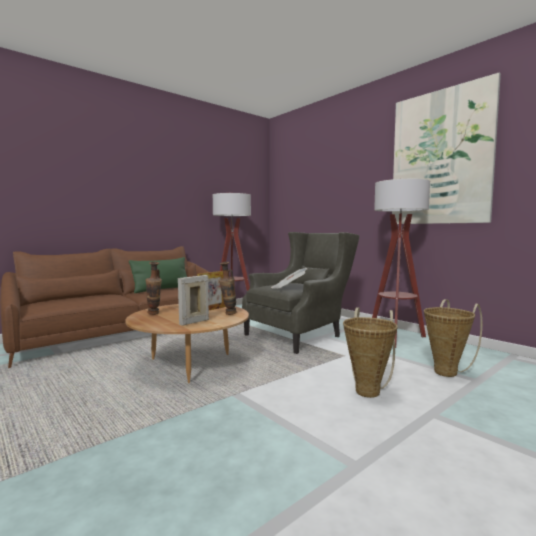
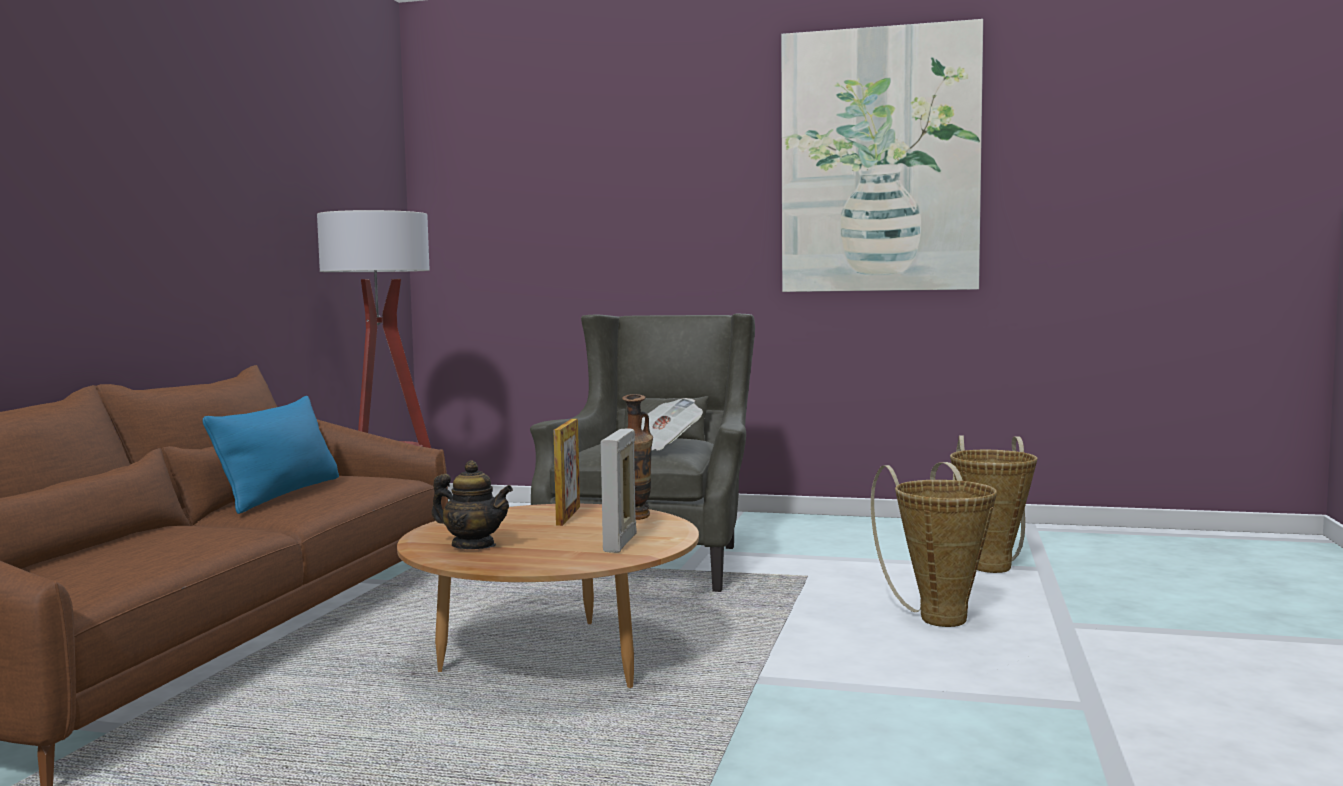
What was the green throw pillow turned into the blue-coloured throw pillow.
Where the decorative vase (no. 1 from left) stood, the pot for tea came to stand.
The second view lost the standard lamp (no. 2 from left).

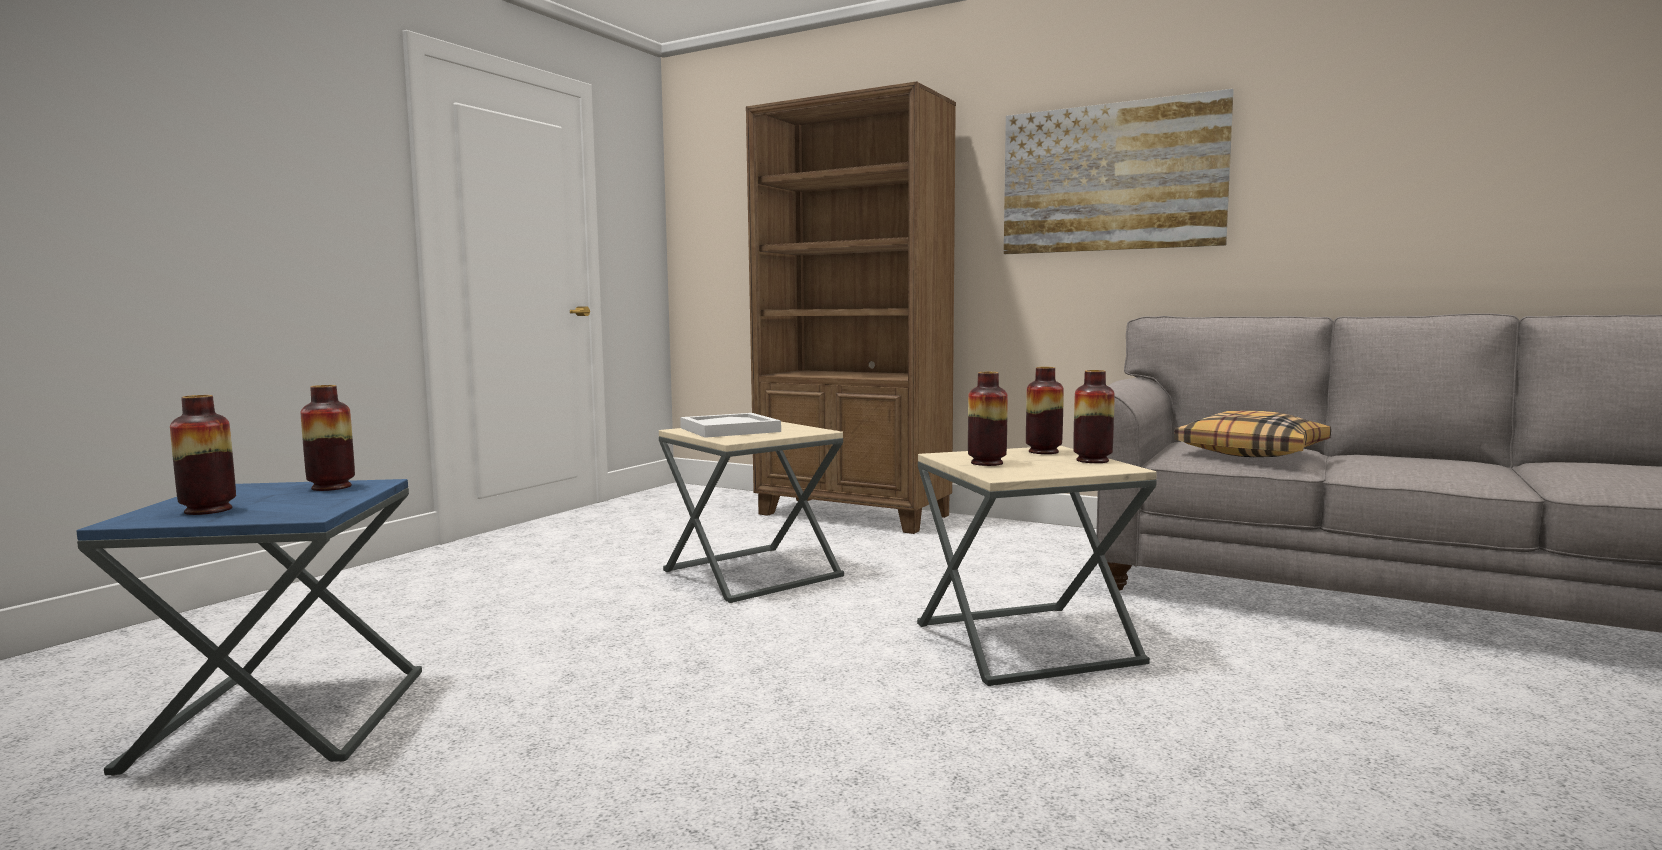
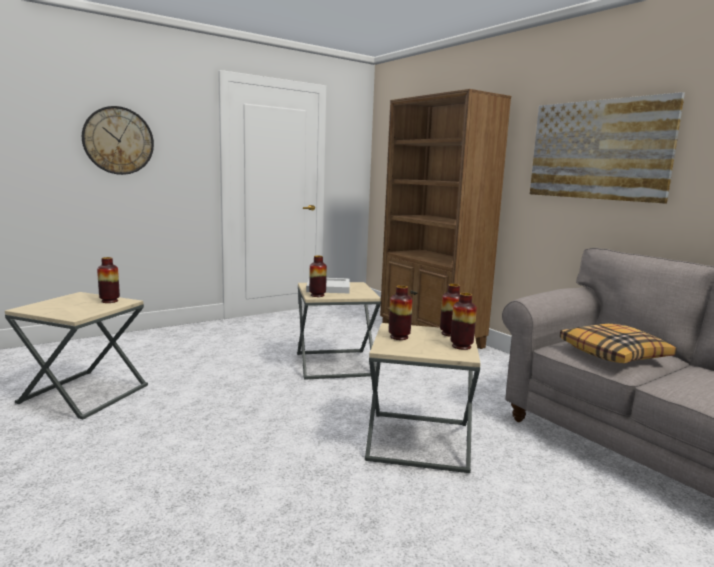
What was the blue-coloured end table turned into the beige-coloured end table (no. 1 from left).
The second view gained the wall clock.
The decorative vase (no. 1 from left in the first image) ended up elsewhere.

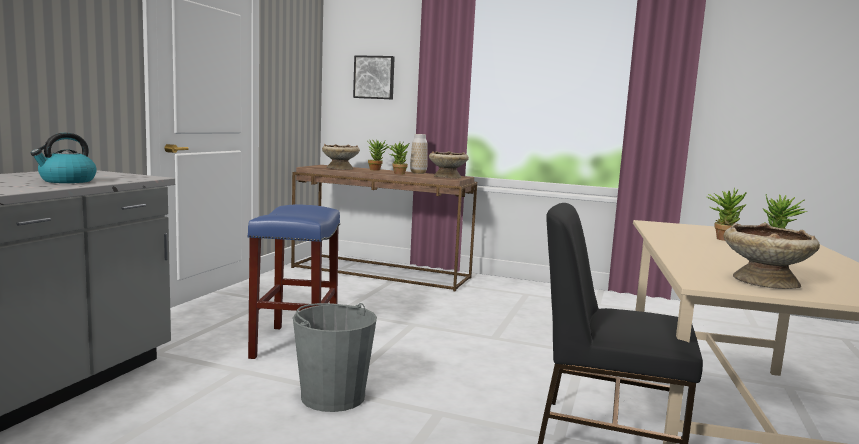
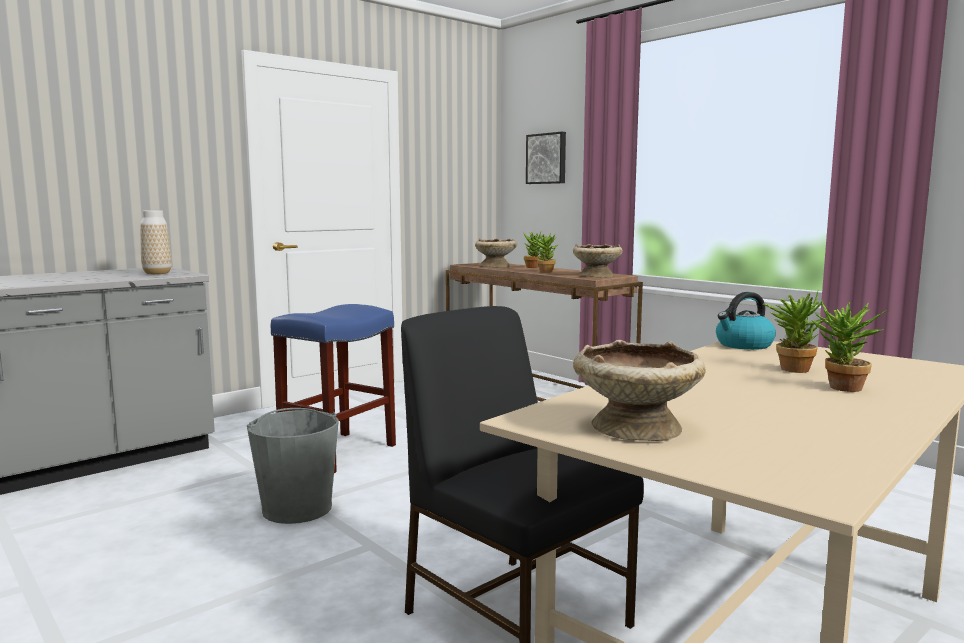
The decorative vase ended up elsewhere.
The kettle ended up elsewhere.

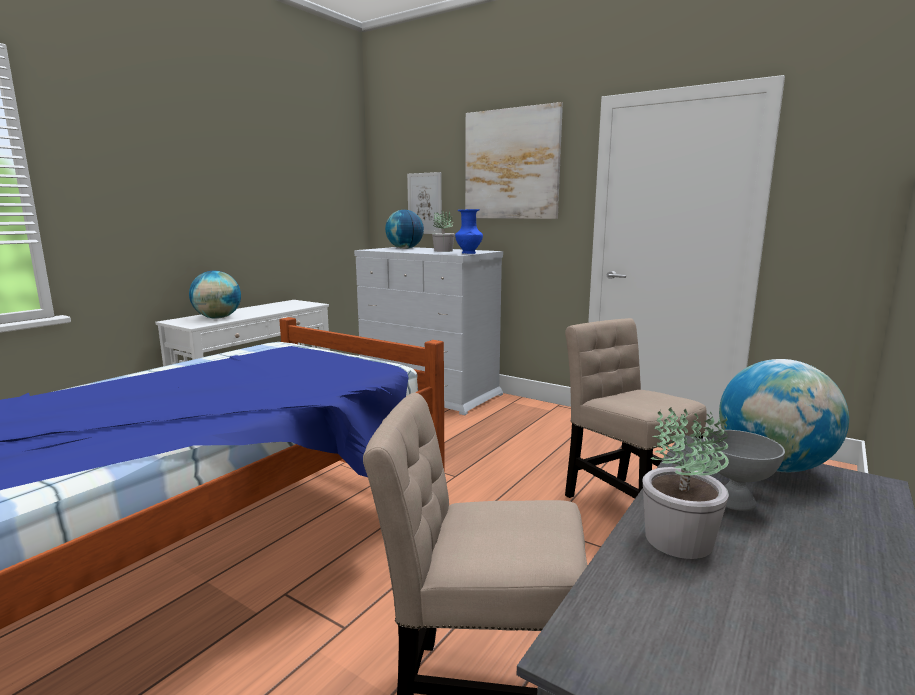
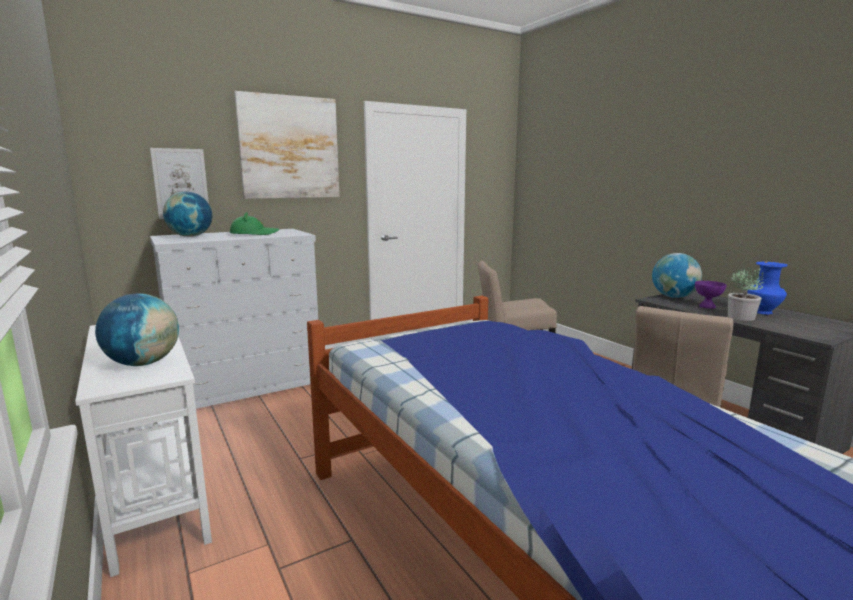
Where the plant in a pot (no. 1 from left) stood, the green hat came to stand.
What was the gray bowl turned into the purplish bowl.
The blue-coloured decorative vase ended up elsewhere.

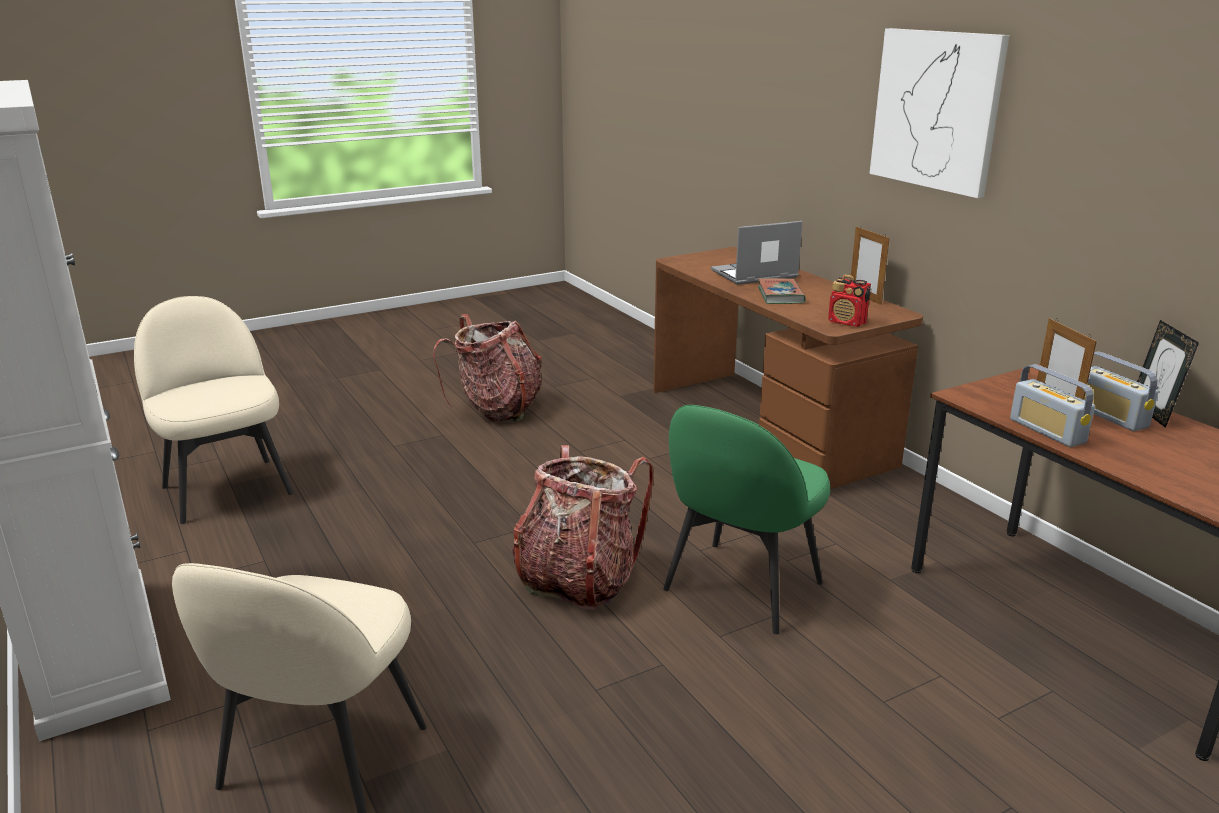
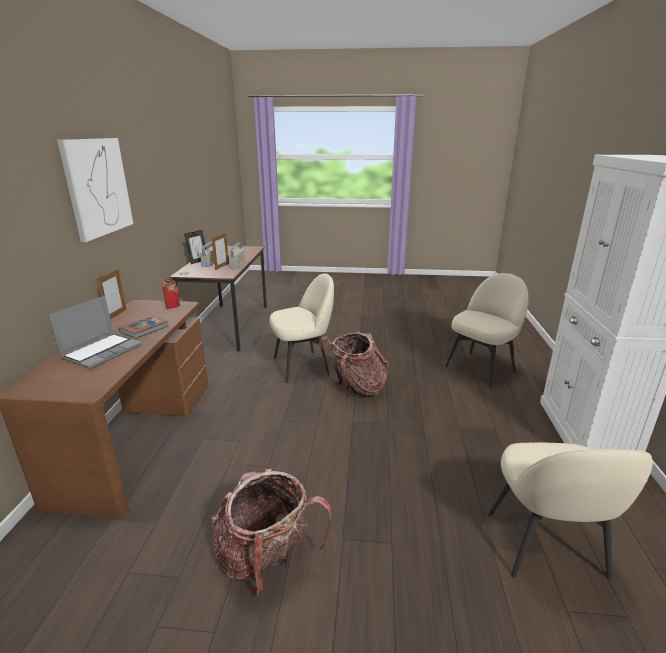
The portable computer ended up facing another way, 75 degrees counterclockwise from before.
What was the green chair turned into the beige-coloured chair (no. 1 from left).

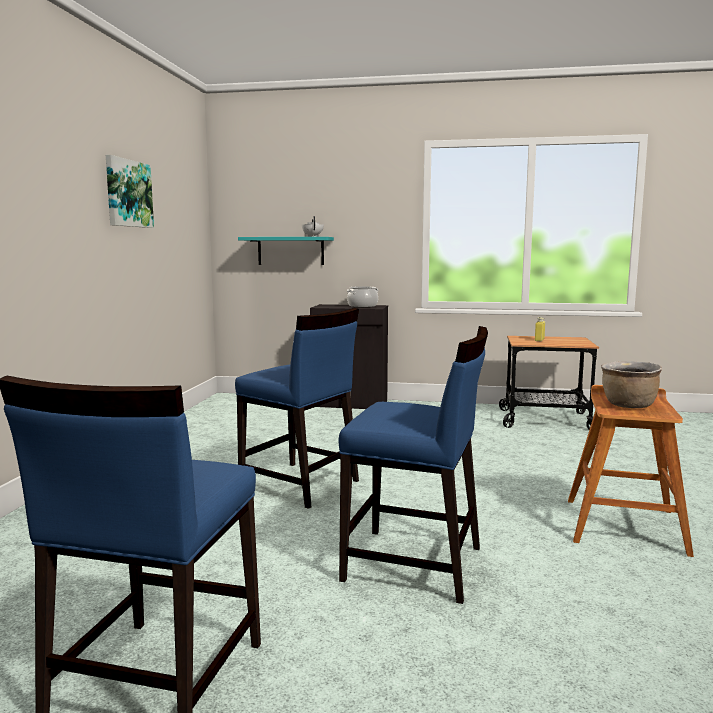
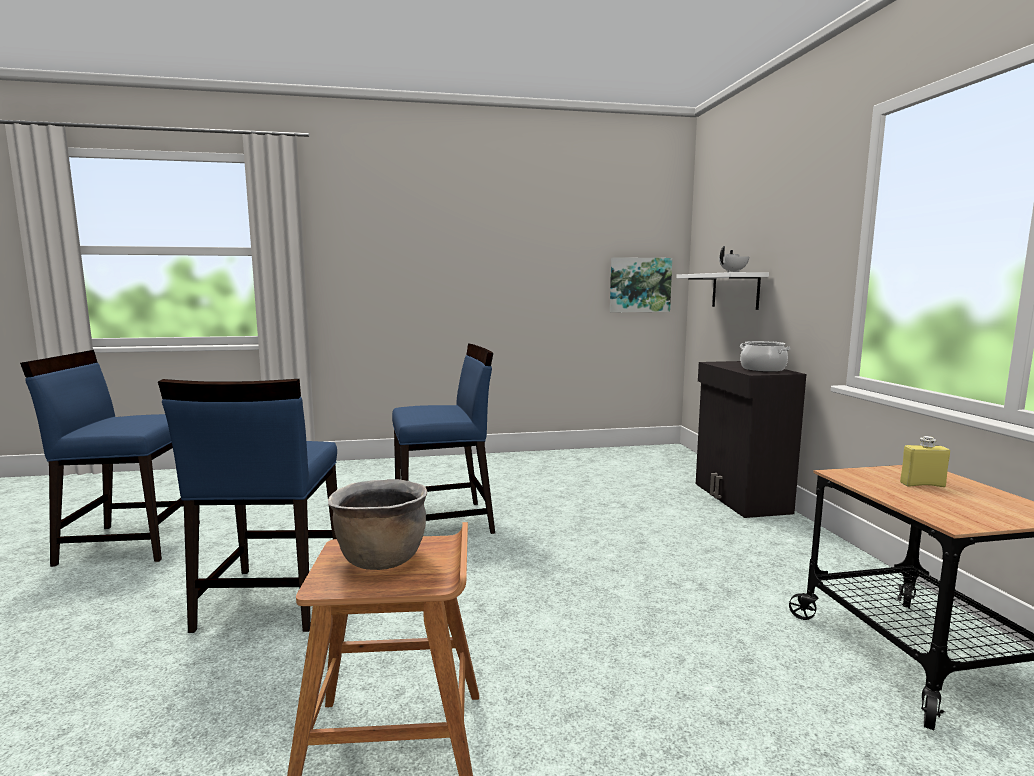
The blue-coloured chair (no. 2 from left in the first image) ended up facing another way, 120 degrees counterclockwise from before.
The picture ended up elsewhere.
What was the turquoise bracket shelf turned into the white bracket shelf.

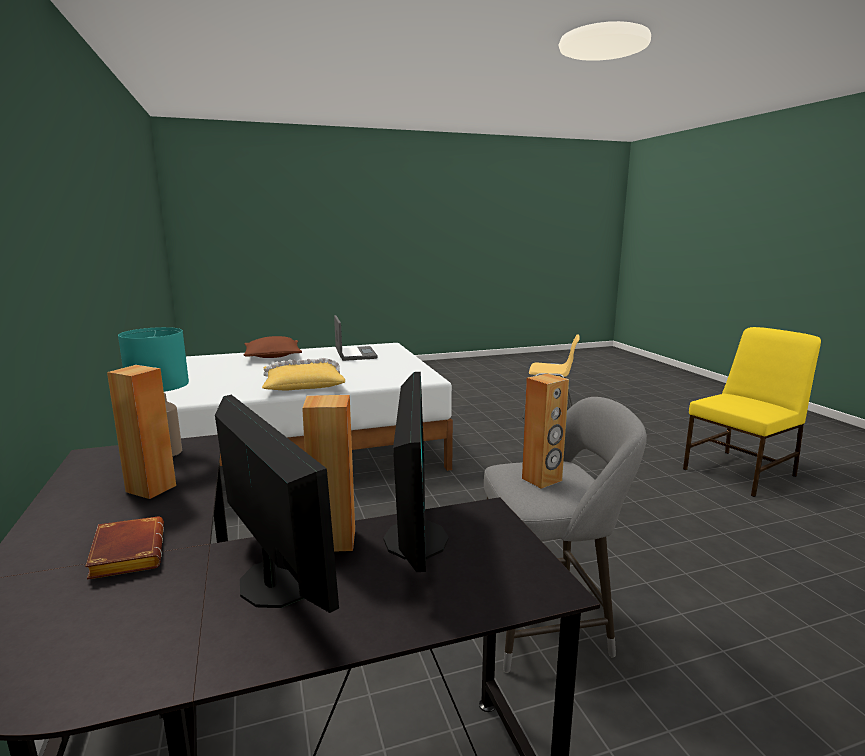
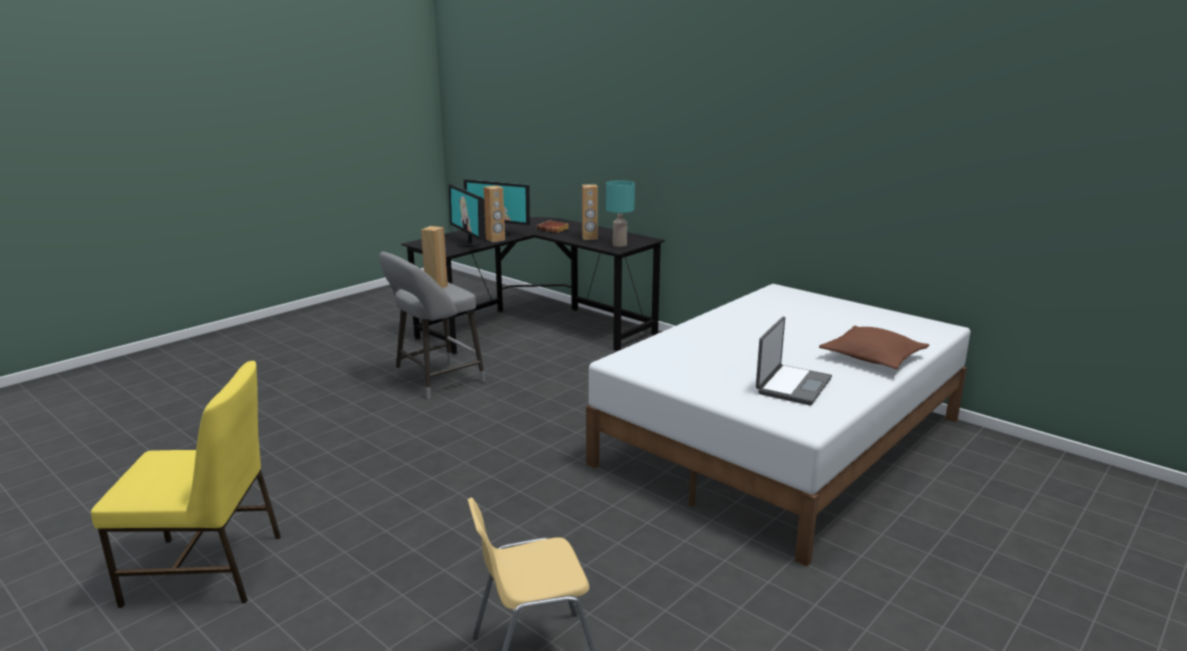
The yellow-coloured chair (no. 2 from left in the first image) ended up facing another way, 120 degrees counterclockwise from before.
The portable computer ended up facing another way, 105 degrees counterclockwise from before.
The second view lost the yellow-coloured throw pillow.

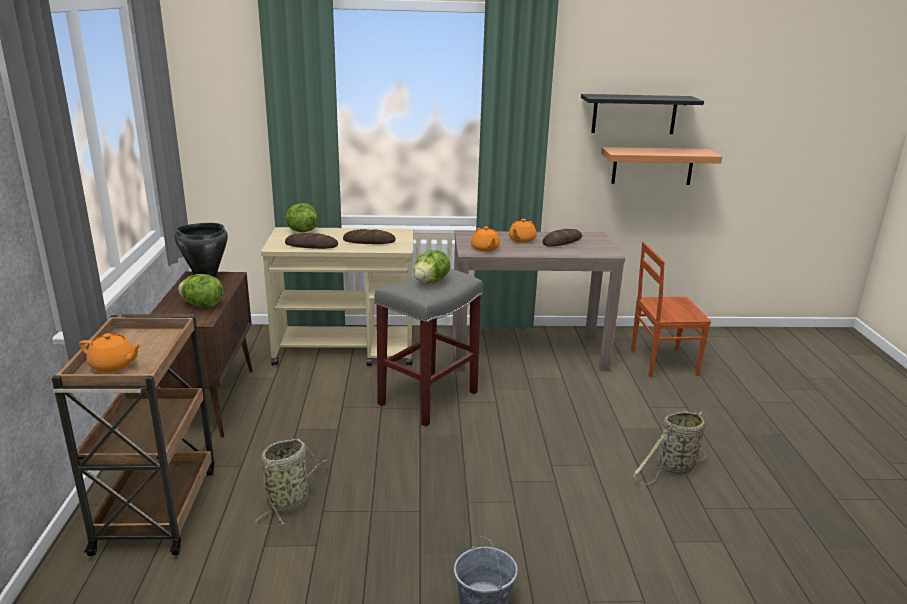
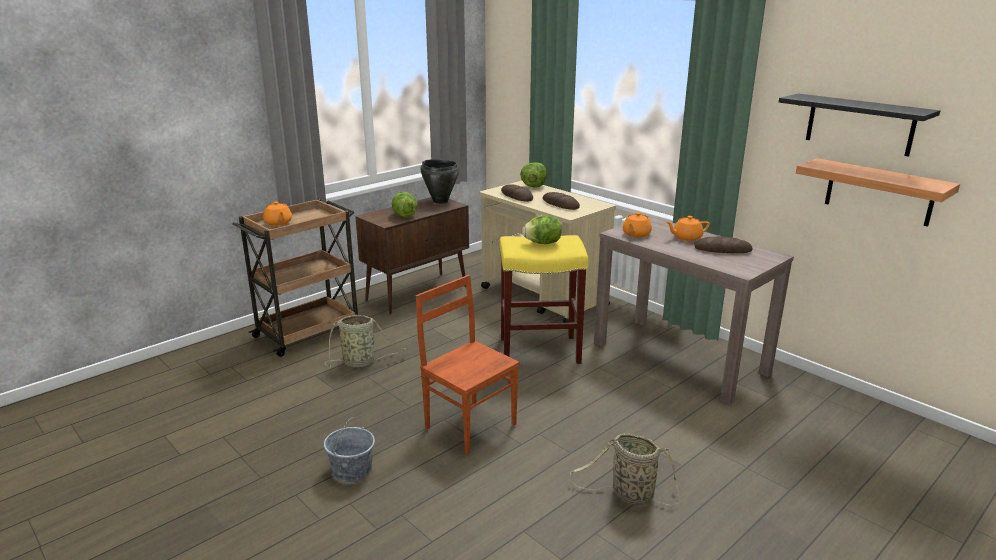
The brown-coloured chair ended up elsewhere.
What was the gray sitting stool turned into the yellow-coloured sitting stool.

